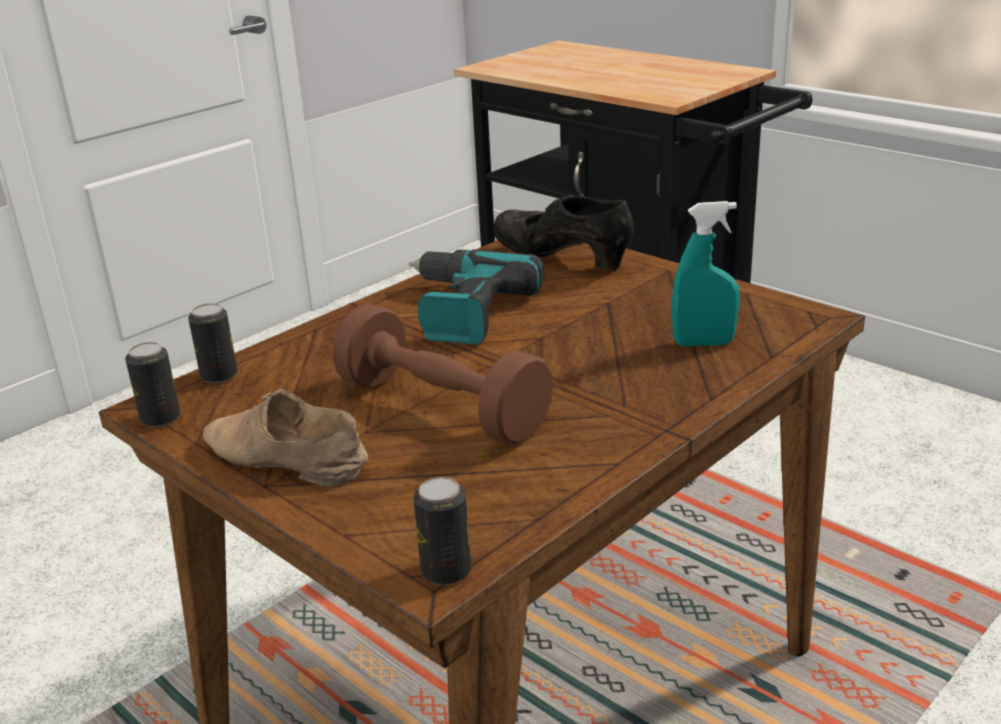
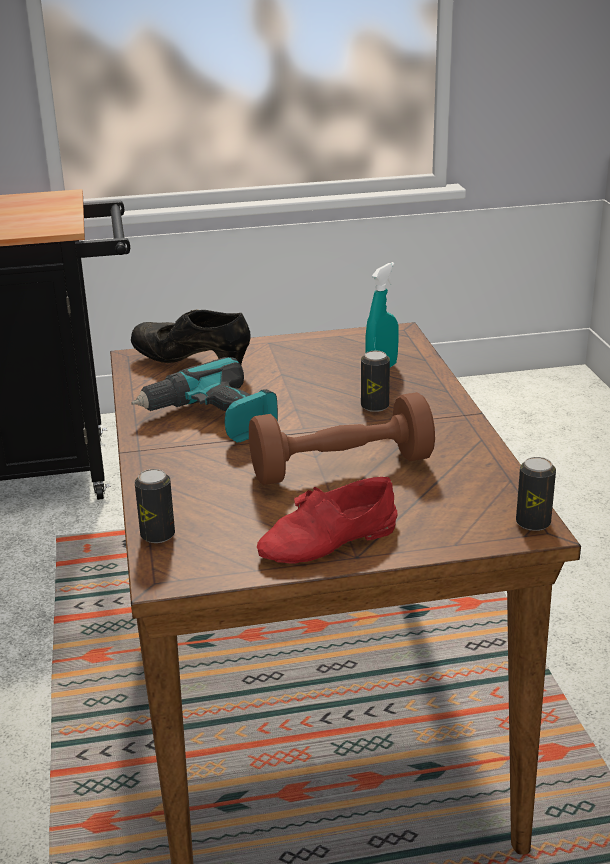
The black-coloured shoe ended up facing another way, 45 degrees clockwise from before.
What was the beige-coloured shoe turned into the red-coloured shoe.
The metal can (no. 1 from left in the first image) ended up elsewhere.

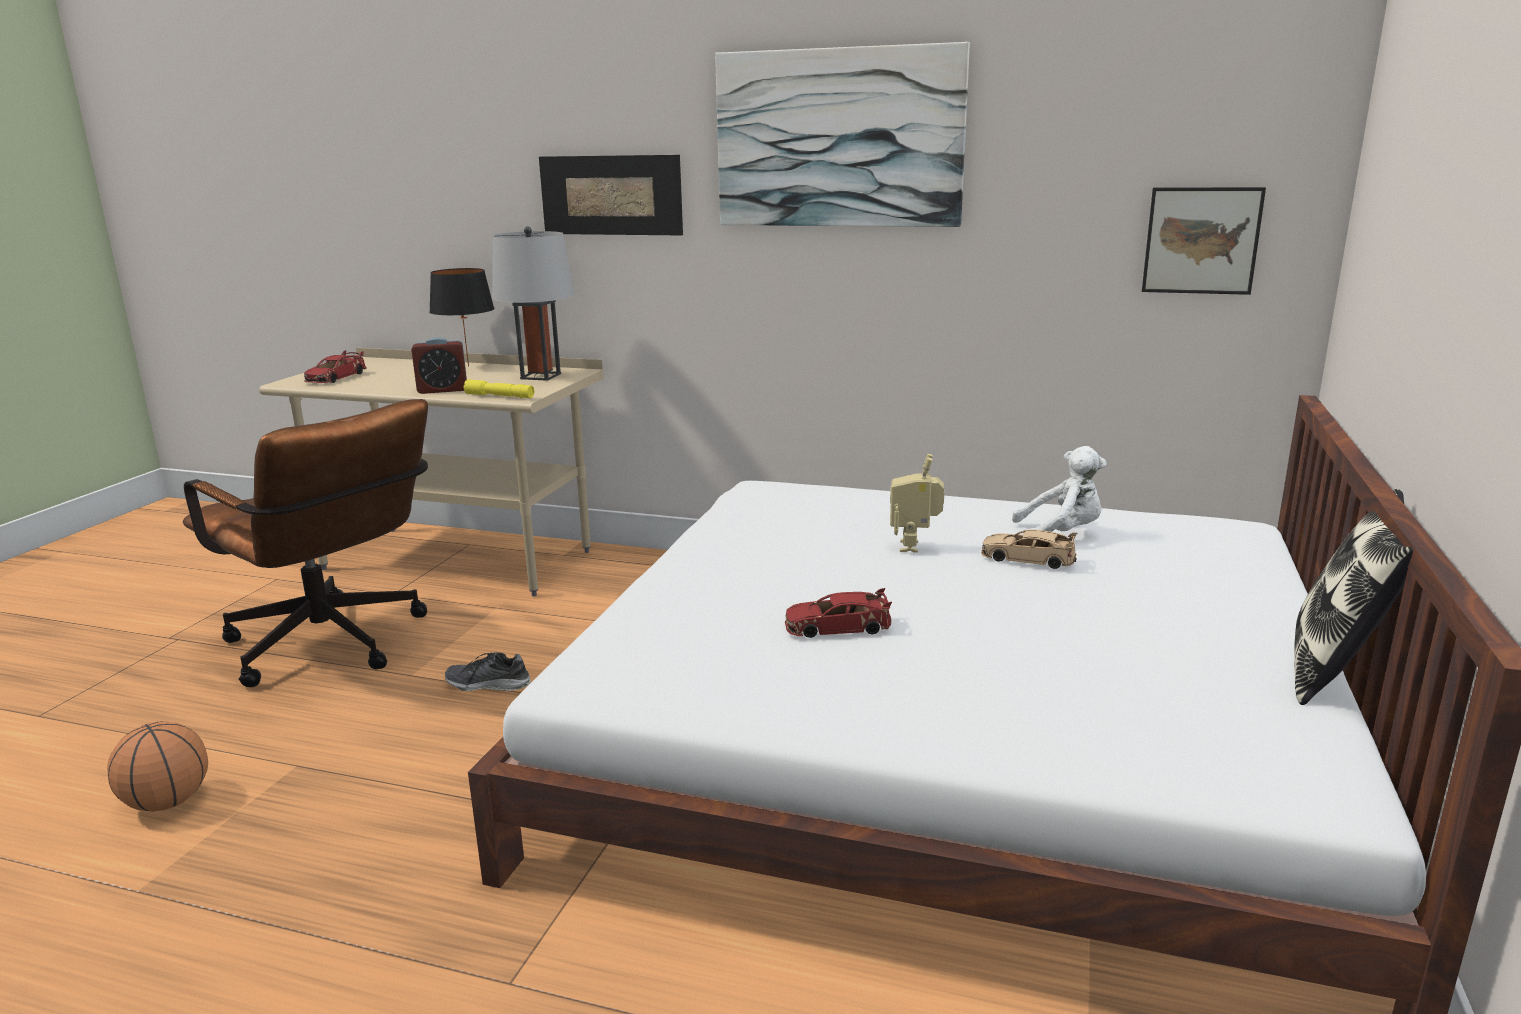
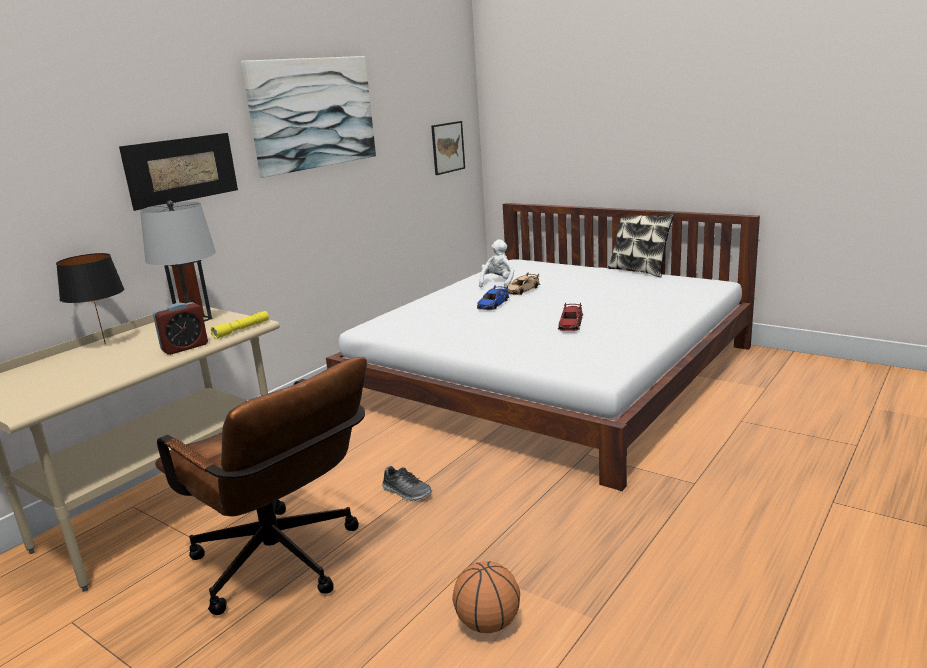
The table clock ended up facing another way, 45 degrees clockwise from before.
The brown-coloured office chair ended up facing another way, 75 degrees clockwise from before.
The shoe ended up facing another way, 75 degrees counterclockwise from before.
Where the robot figure stood, the blue-coloured miniature car came to stand.
The second view lost the red-coloured miniature car (no. 1 from left).

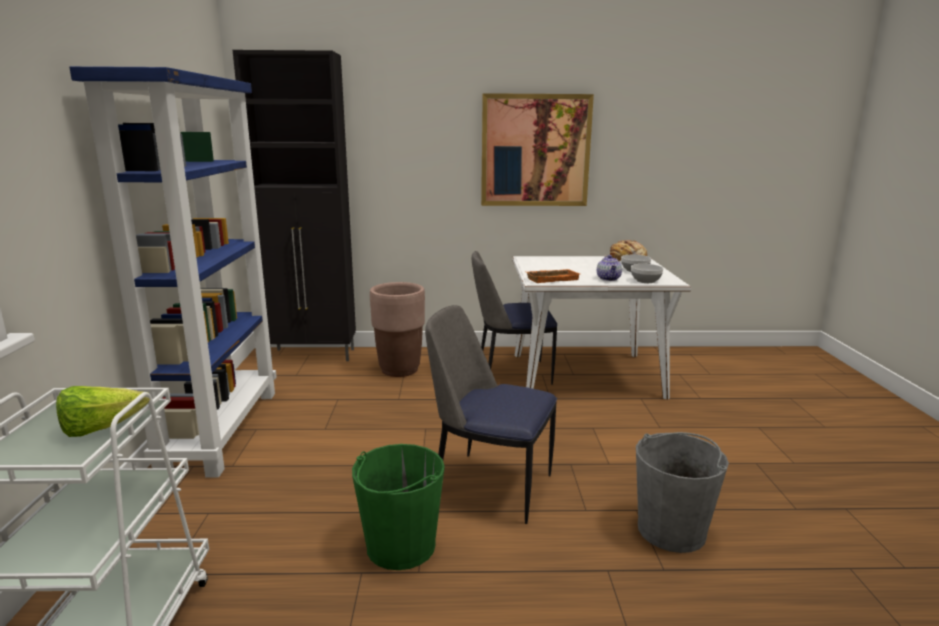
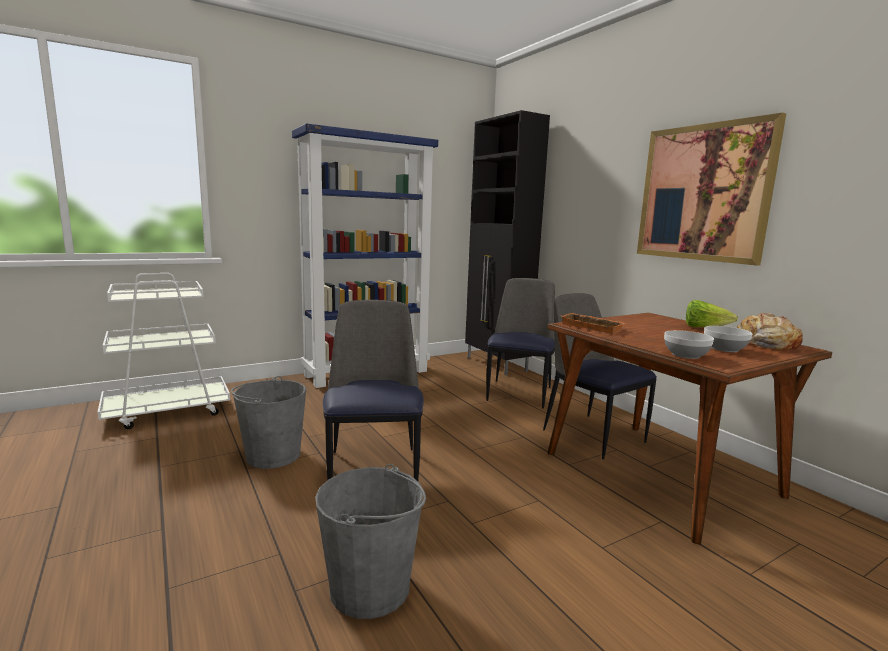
What was the green bucket turned into the gray bucket (no. 1 from left).
Where the brown-coloured planter stood, the chair (no. 2 from left) came to stand.
What was the white dining table turned into the brown-coloured dining table.
The lettuce ended up elsewhere.
The second view lost the pot for tea.

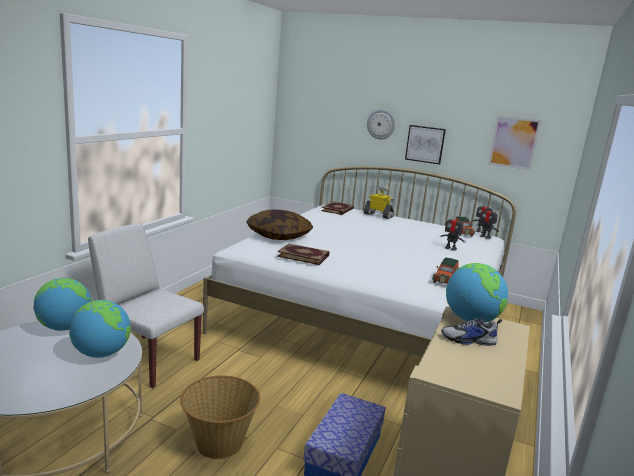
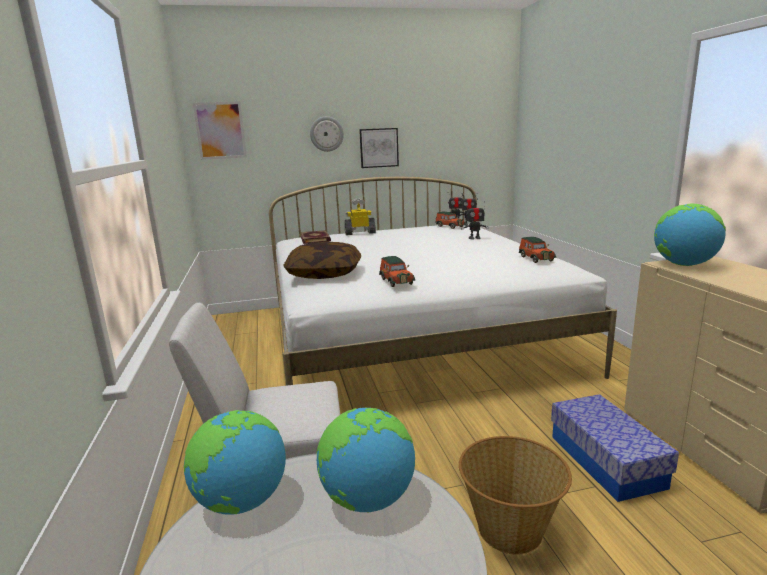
The picture (no. 2 from left in the first image) ended up elsewhere.
Where the bound book (no. 1 from left) stood, the miniature car (no. 1 from left) came to stand.
The second view lost the shoe.

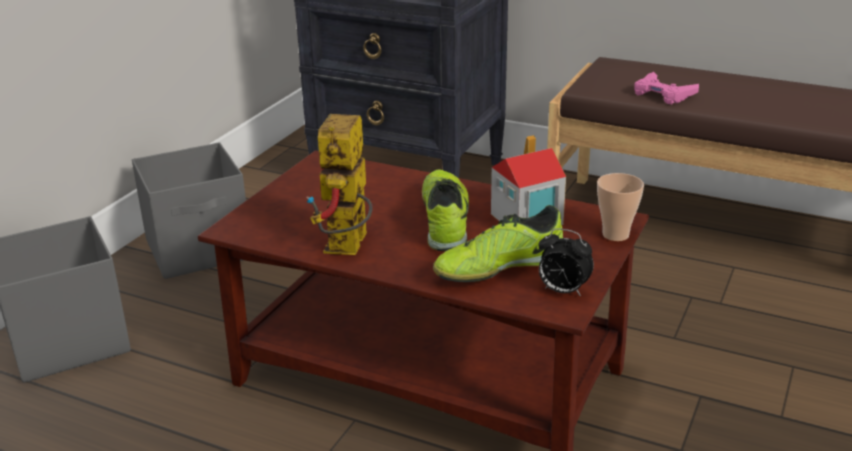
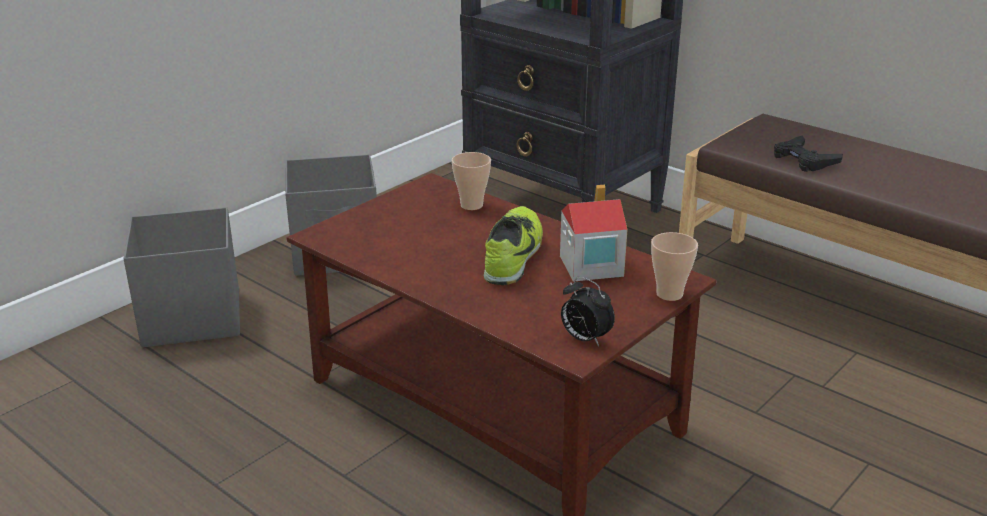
The second view gained the cup (no. 1 from left).
What was the pinkish joypad turned into the black-coloured joypad.
The second view lost the robot figure.
The second view lost the shoe (no. 2 from left).

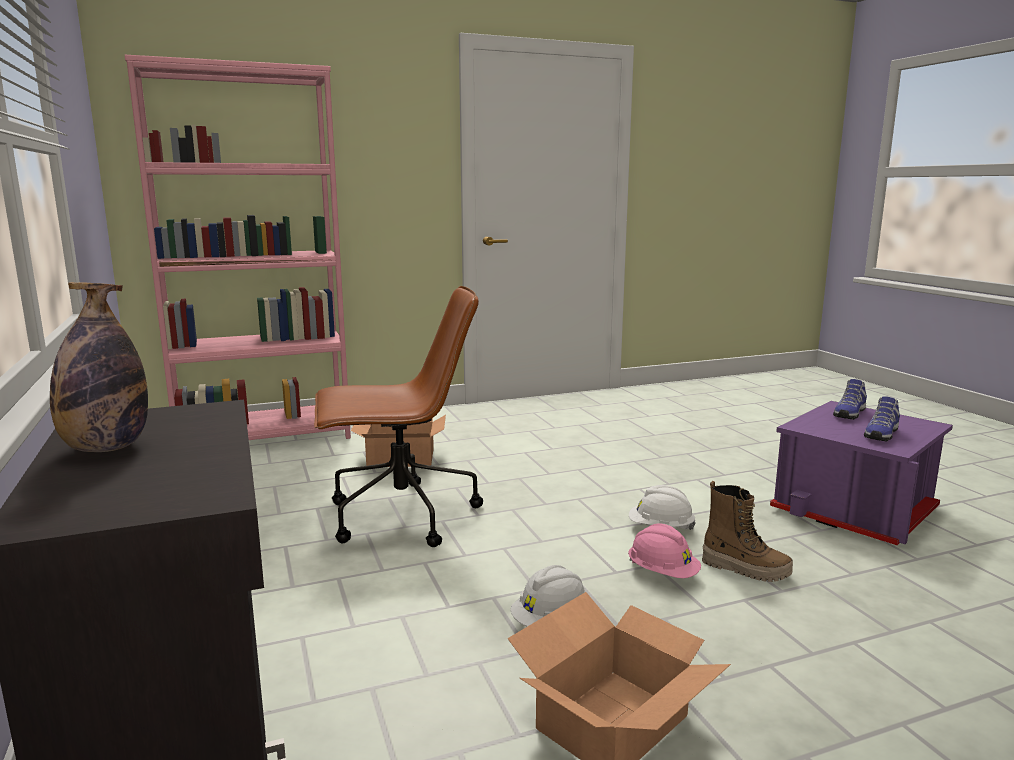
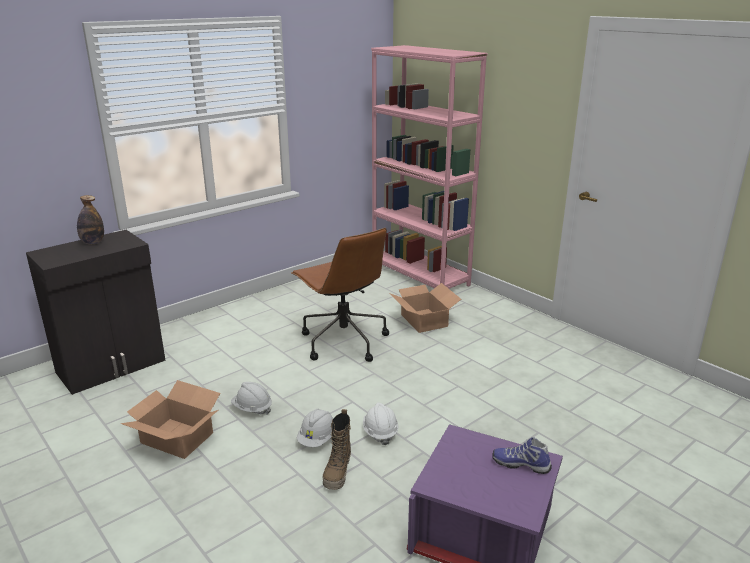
What was the pinkish work helmet turned into the white work helmet (no. 2 from left).
The second view lost the shoe (no. 2 from left).

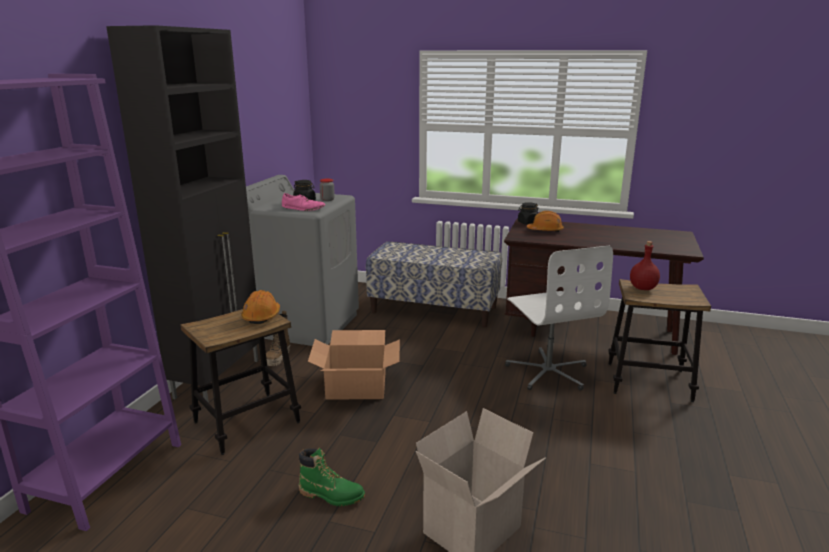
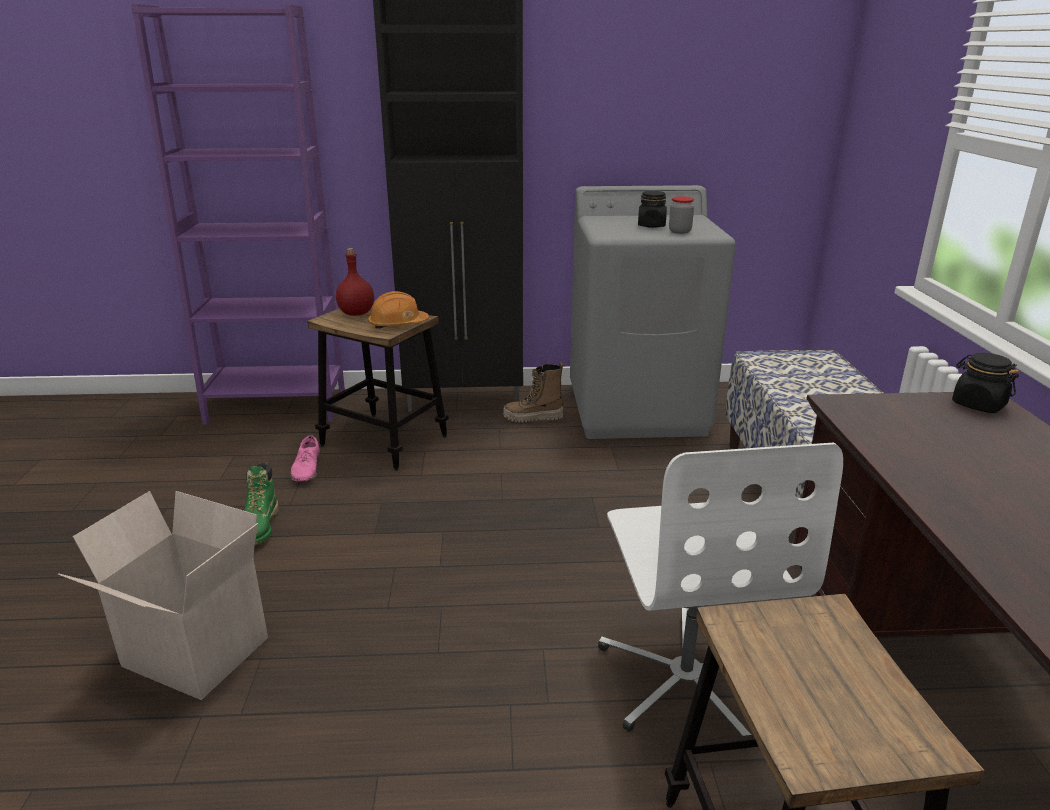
The pinkish shoe ended up elsewhere.
The red-coloured drink bottle ended up elsewhere.
The white office chair ended up facing another way, 60 degrees counterclockwise from before.
The second view lost the packing box (no. 1 from left).
The second view lost the orangey work helmet (no. 2 from left).

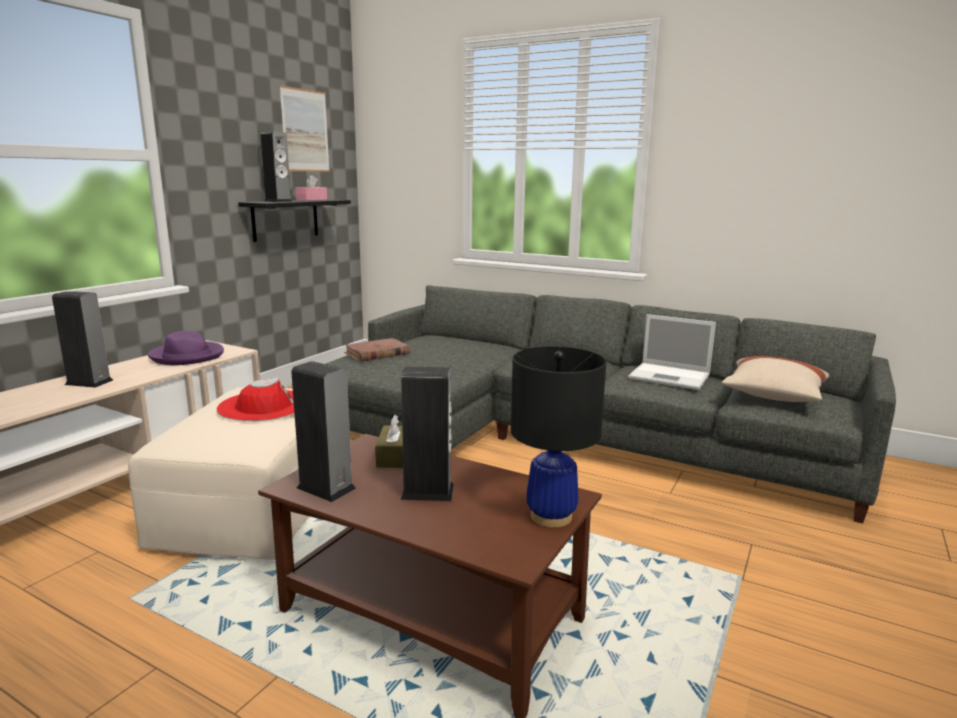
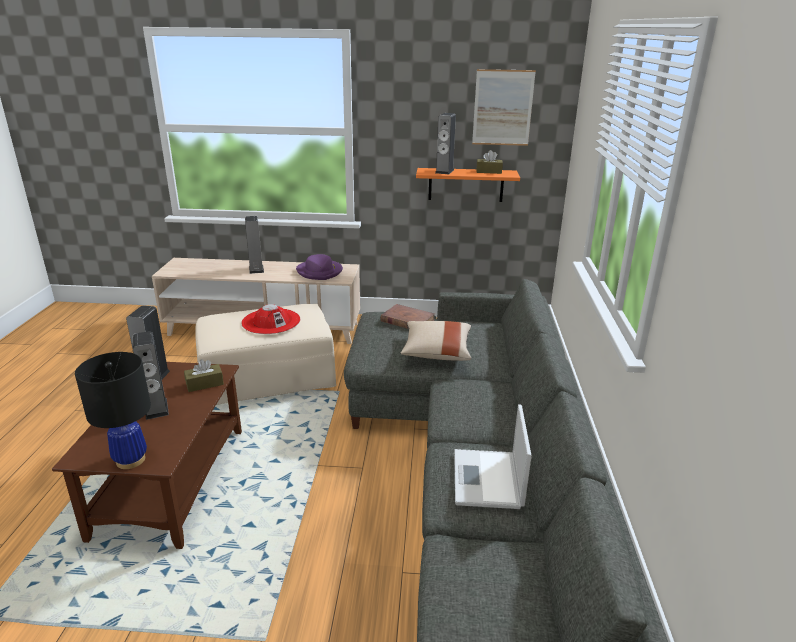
The beige-coloured throw pillow ended up elsewhere.
What was the black-coloured bracket shelf turned into the orangey bracket shelf.
What was the pinkish tissue box turned into the brown-coloured tissue box (no. 2 from left).

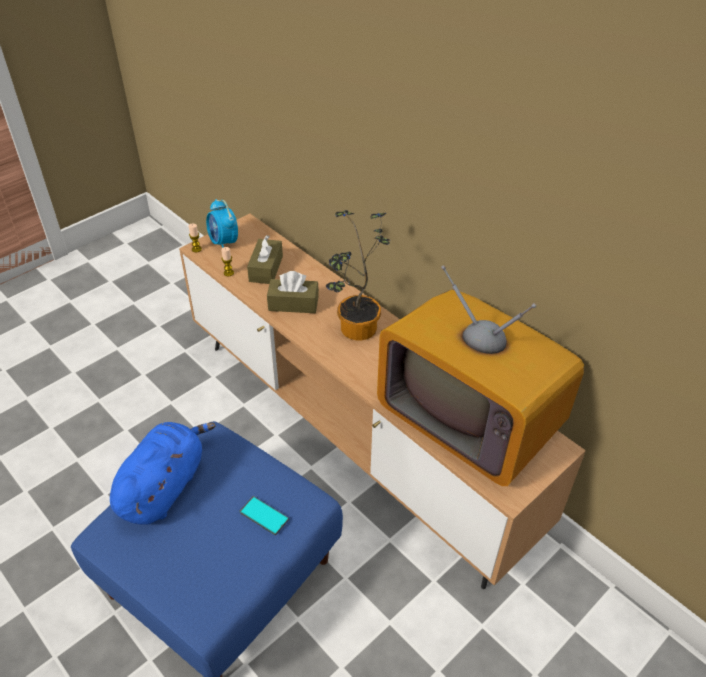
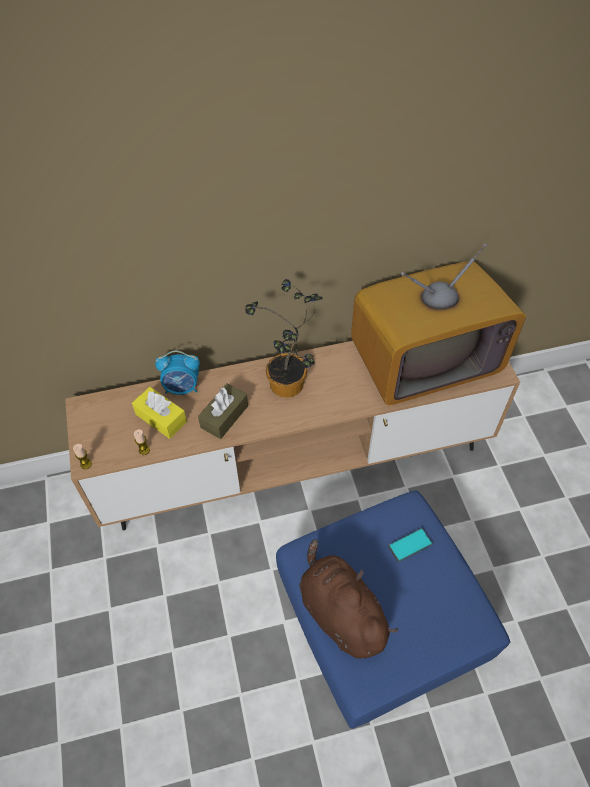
What was the brown-coloured tissue box (no. 1 from left) turned into the yellow-coloured tissue box.
The table clock ended up elsewhere.
What was the blue-coloured cuddly toy turned into the brown-coloured cuddly toy.

